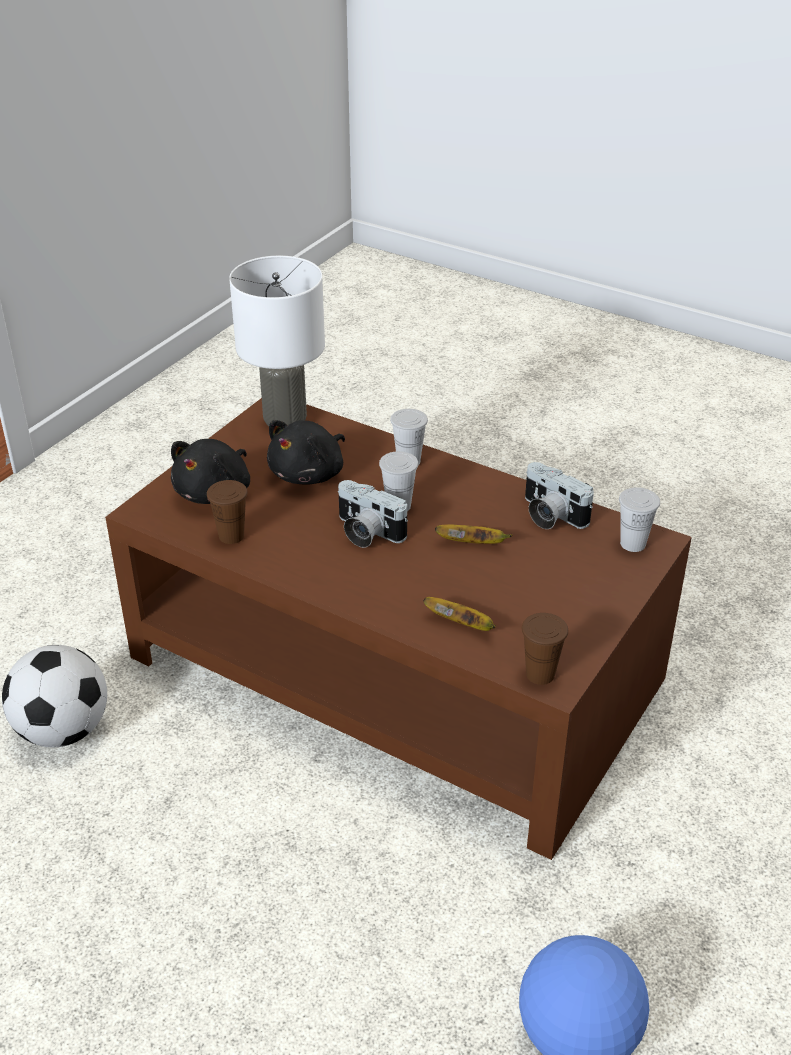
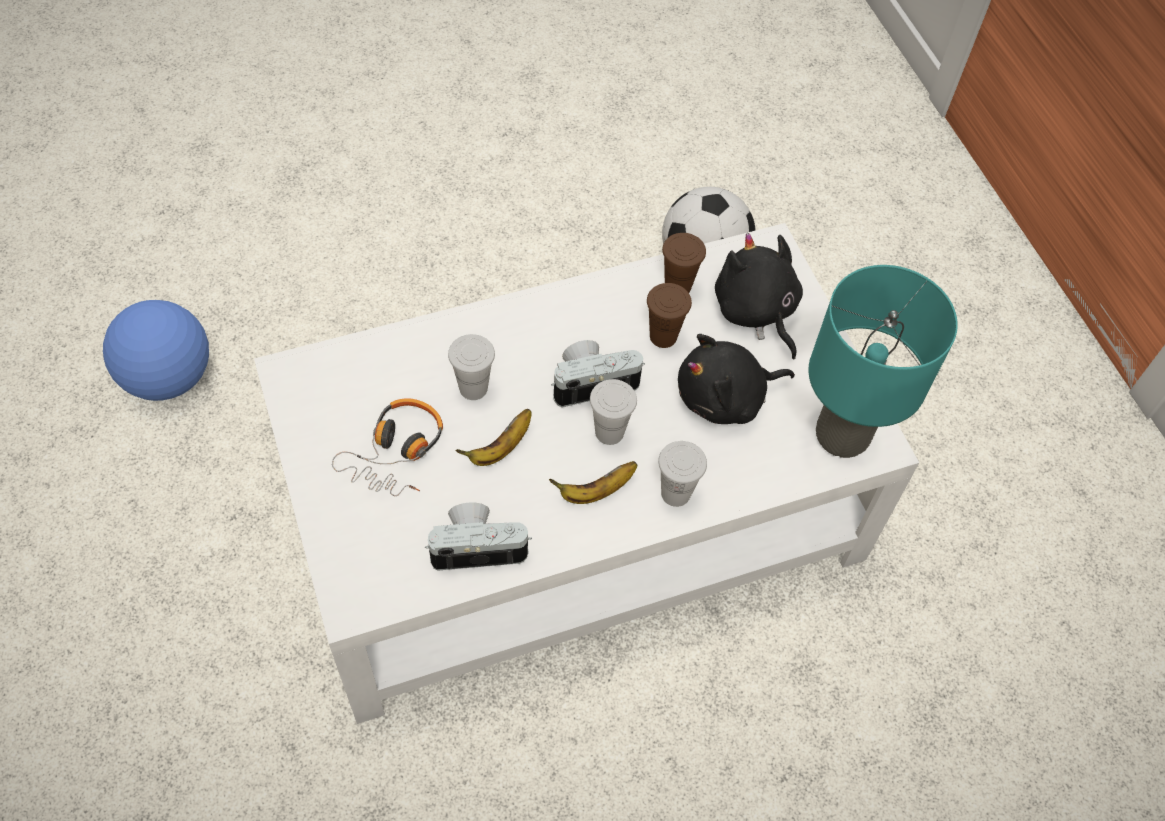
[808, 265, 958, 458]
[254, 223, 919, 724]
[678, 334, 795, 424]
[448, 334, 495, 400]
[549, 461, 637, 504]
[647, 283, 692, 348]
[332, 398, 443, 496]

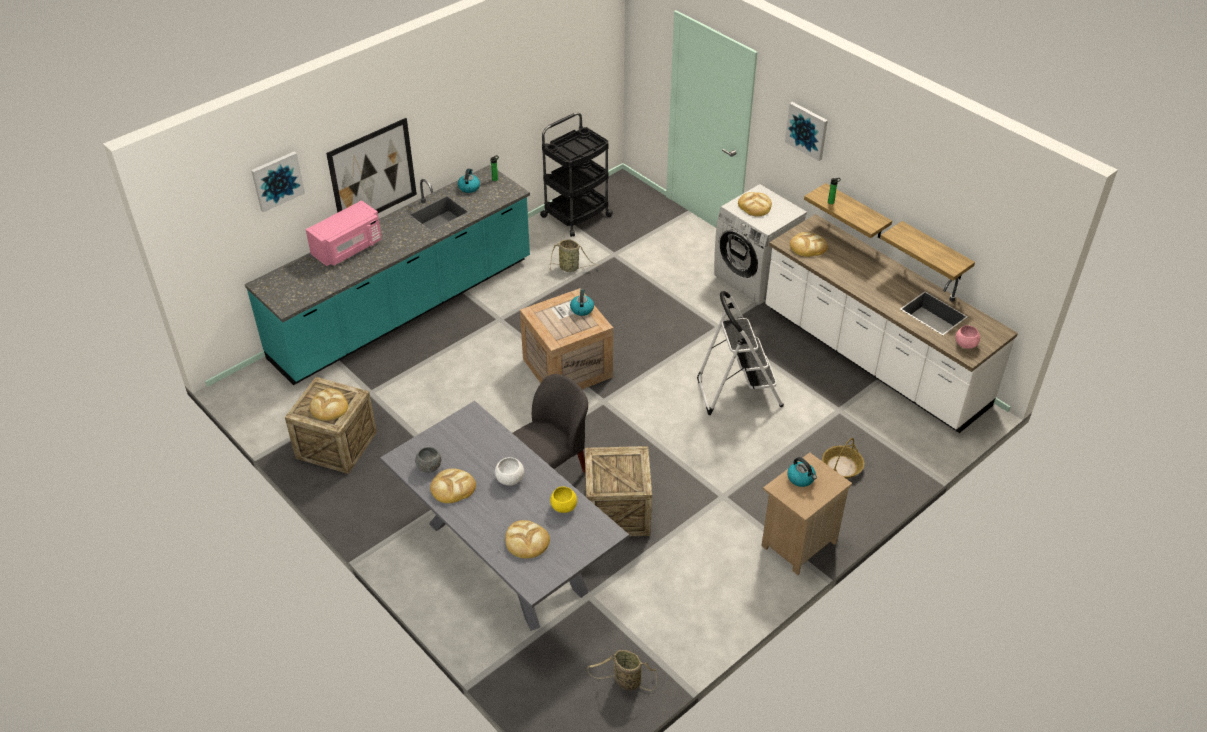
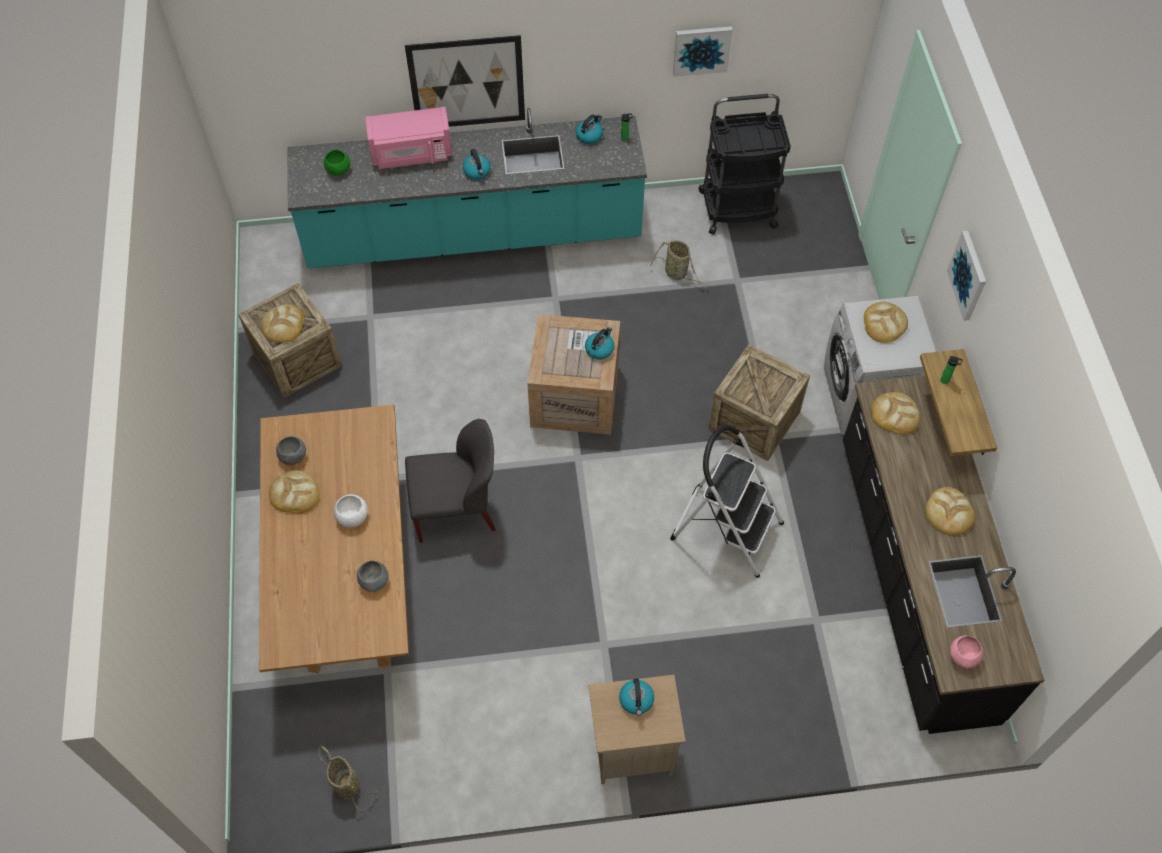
[673, 26, 733, 77]
[843, 376, 1045, 734]
[880, 221, 975, 281] (first image)
[259, 405, 409, 673]
[822, 438, 864, 479] (first image)
[708, 344, 810, 461]
[357, 561, 389, 592]
[925, 487, 975, 535]
[463, 149, 491, 180]
[324, 150, 350, 176]

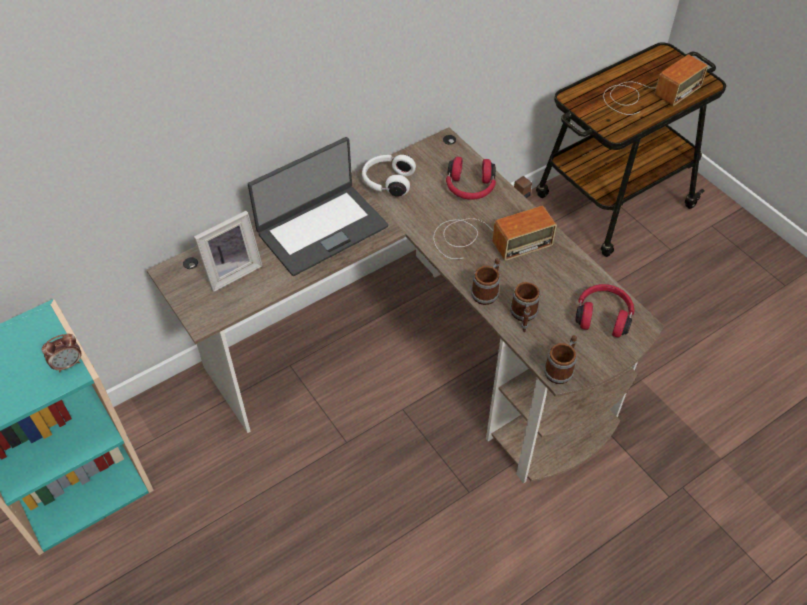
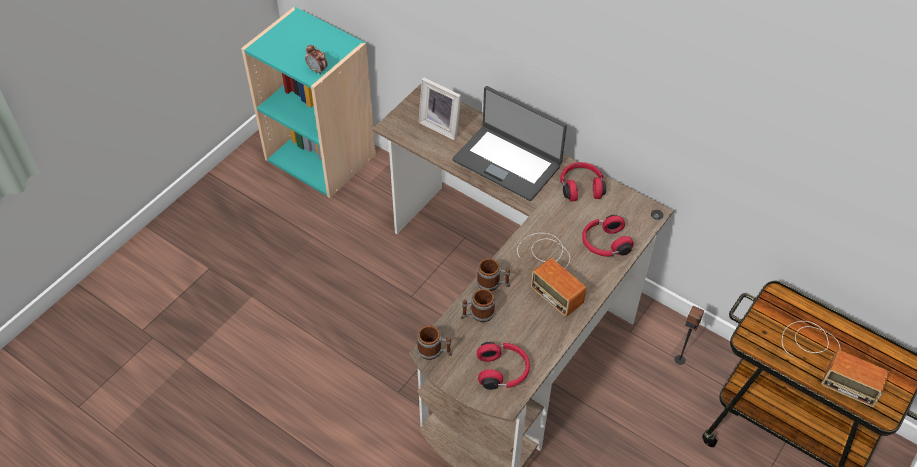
[560, 162, 606, 201]

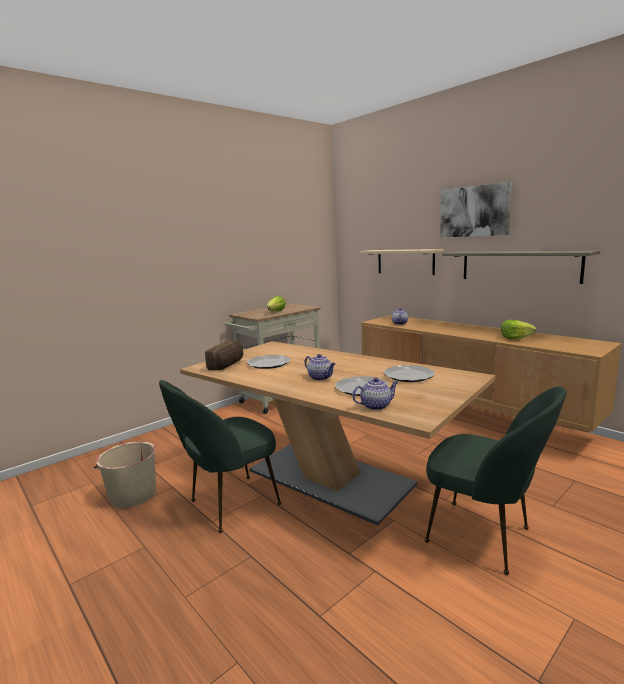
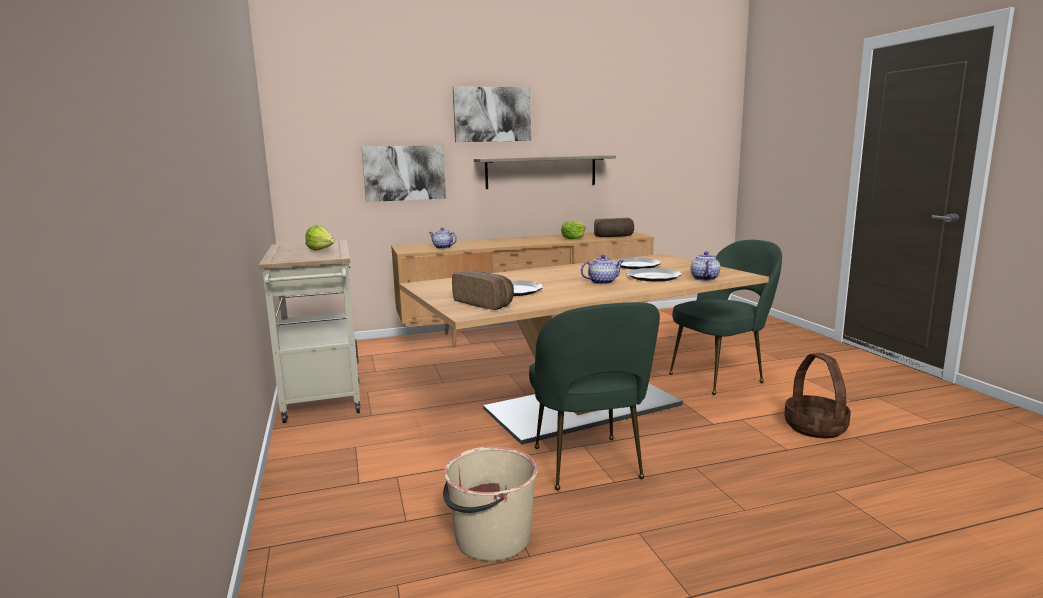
[362, 145, 446, 202]
[594, 218, 634, 237]
[784, 353, 851, 438]

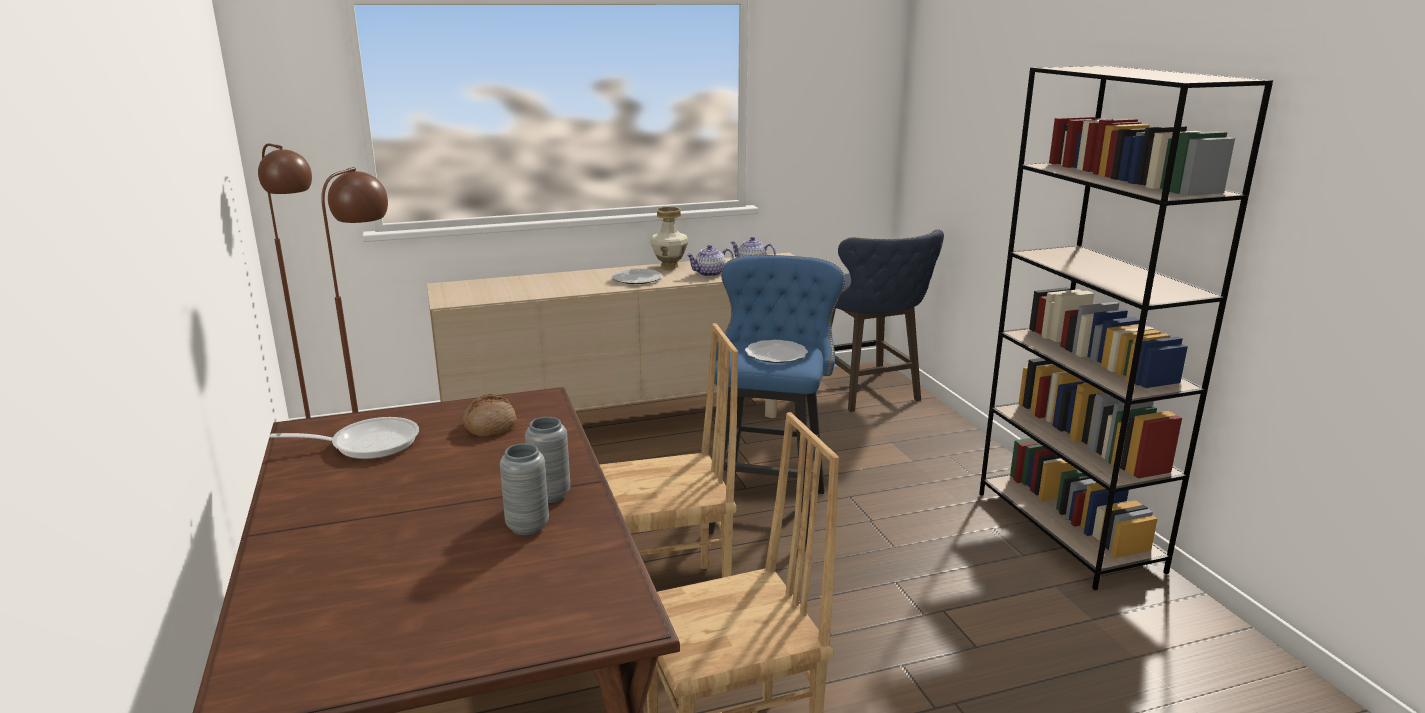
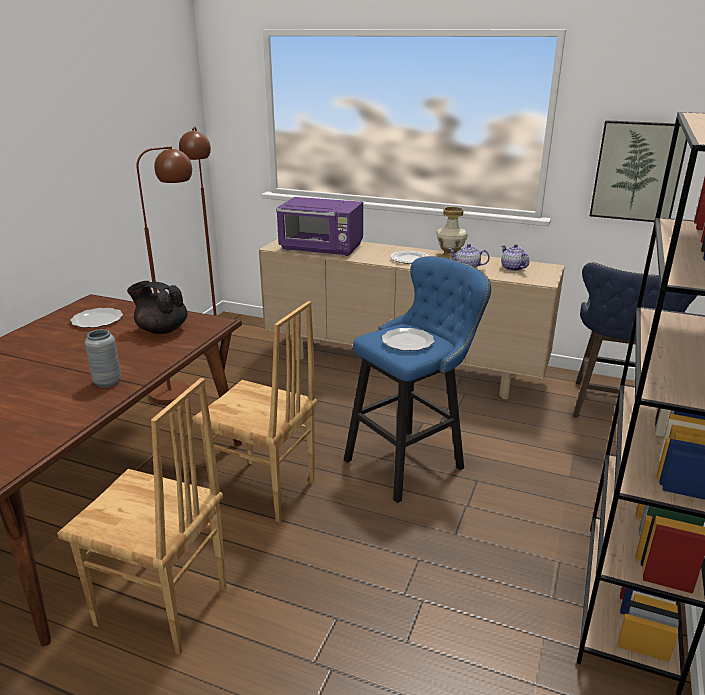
[127, 281, 187, 334]
[70, 308, 123, 328]
[500, 443, 549, 535] (first image)
[590, 120, 688, 222]
[276, 197, 363, 256]

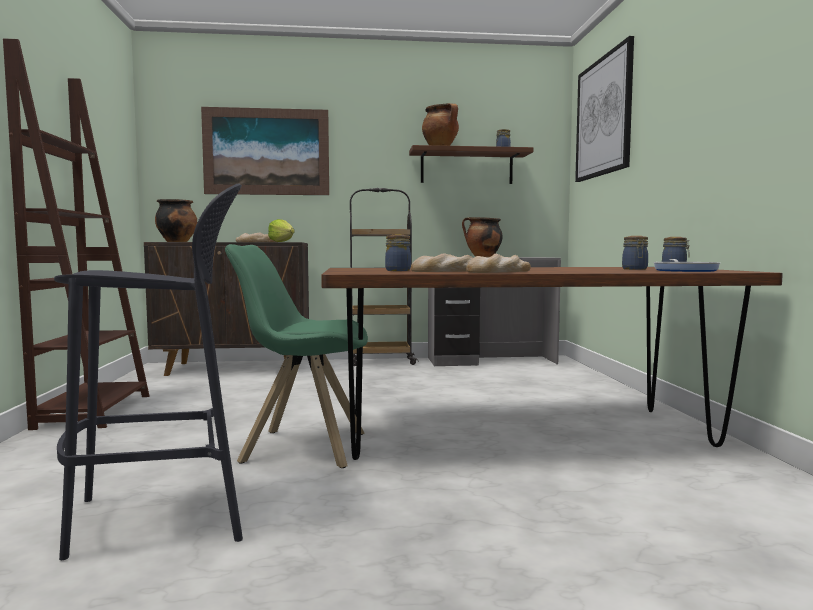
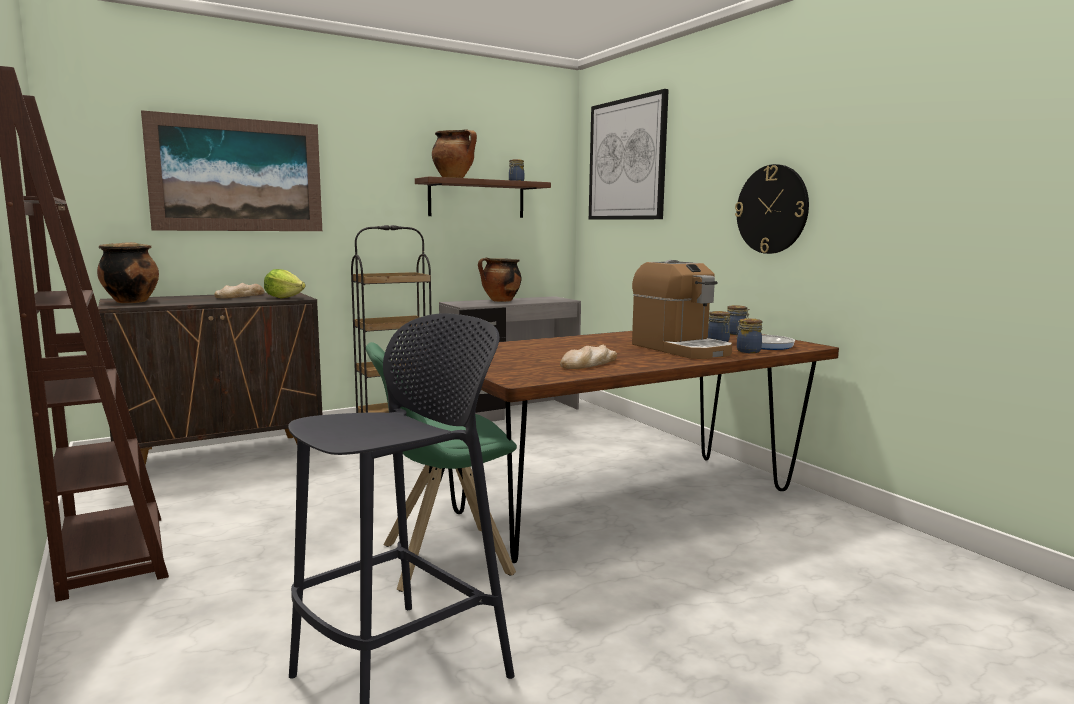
[736, 318, 762, 353]
[466, 254, 531, 273] (first image)
[735, 164, 809, 254]
[632, 260, 732, 359]

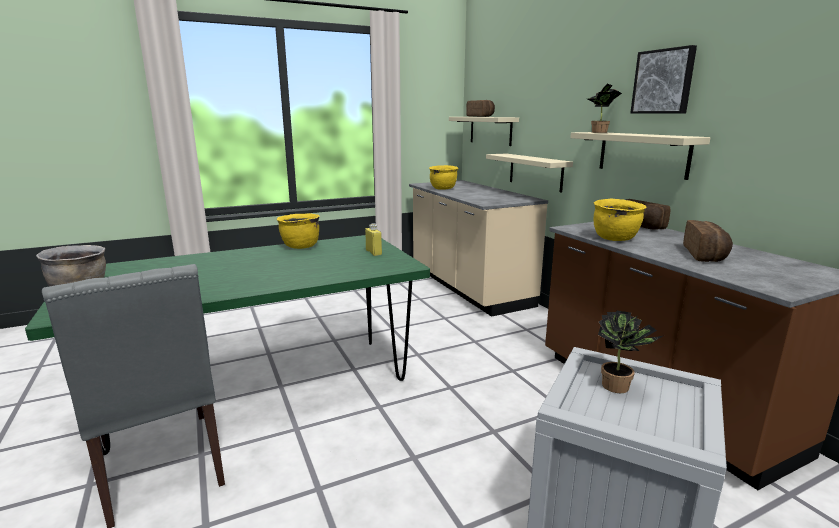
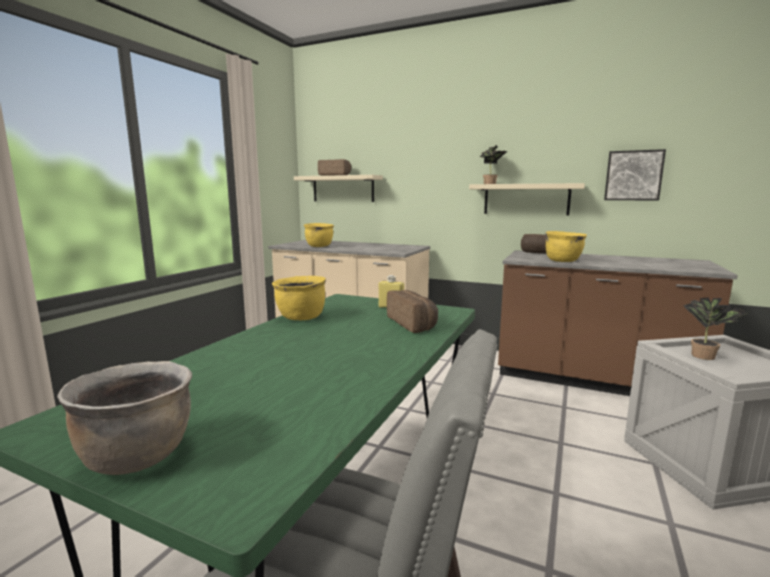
[604, 149, 666, 200]
[486, 154, 573, 193] (first image)
[387, 290, 438, 333]

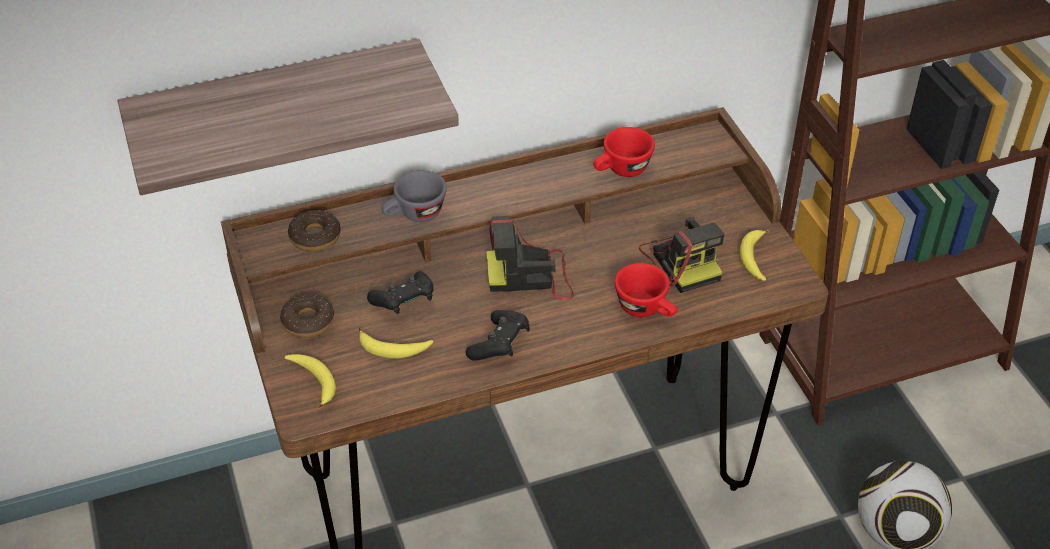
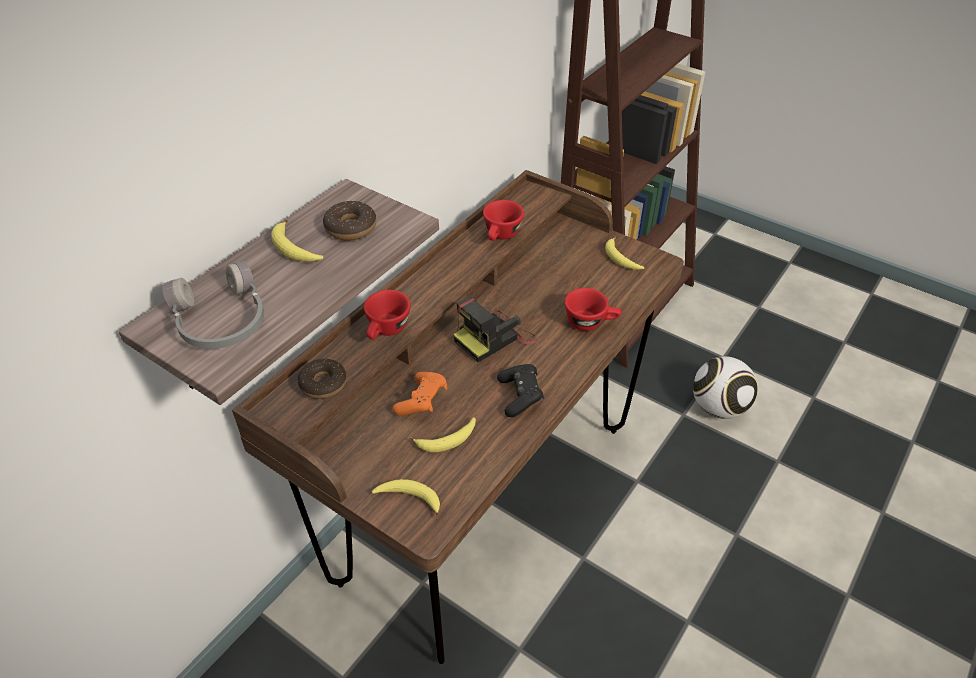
[364, 290, 411, 339]
[639, 216, 724, 293] (first image)
[393, 372, 447, 416]
[323, 201, 376, 241]
[271, 219, 323, 261]
[163, 261, 264, 349]

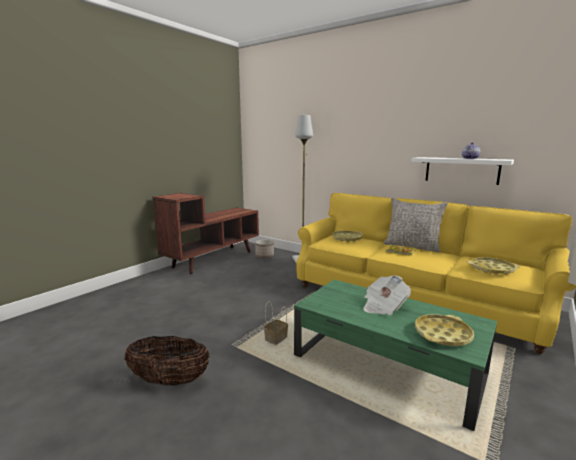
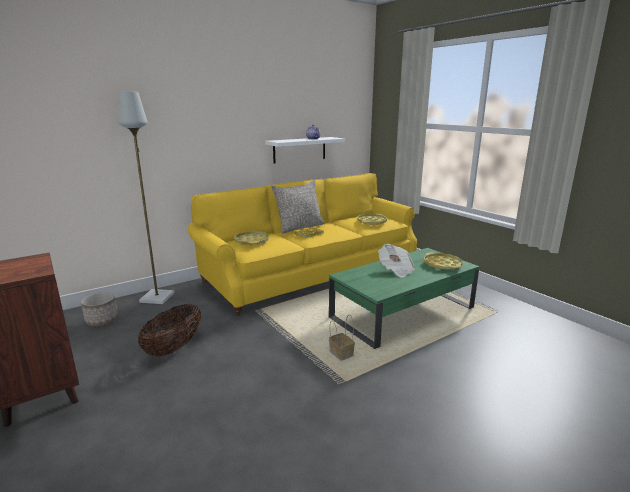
[138, 304, 201, 357]

